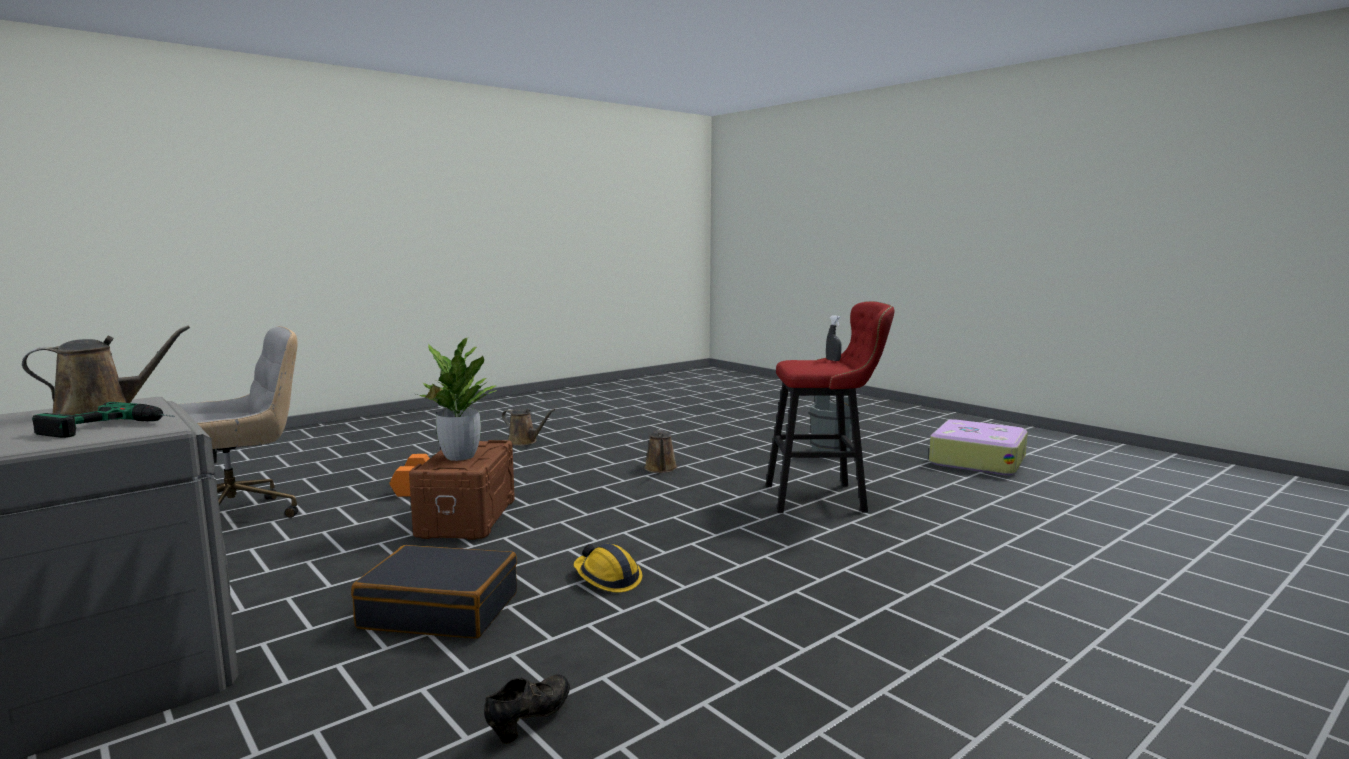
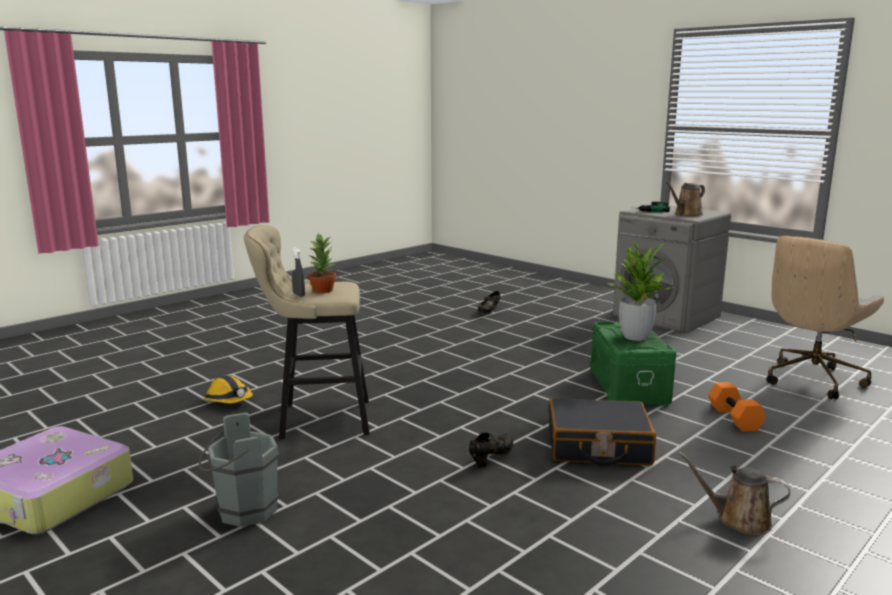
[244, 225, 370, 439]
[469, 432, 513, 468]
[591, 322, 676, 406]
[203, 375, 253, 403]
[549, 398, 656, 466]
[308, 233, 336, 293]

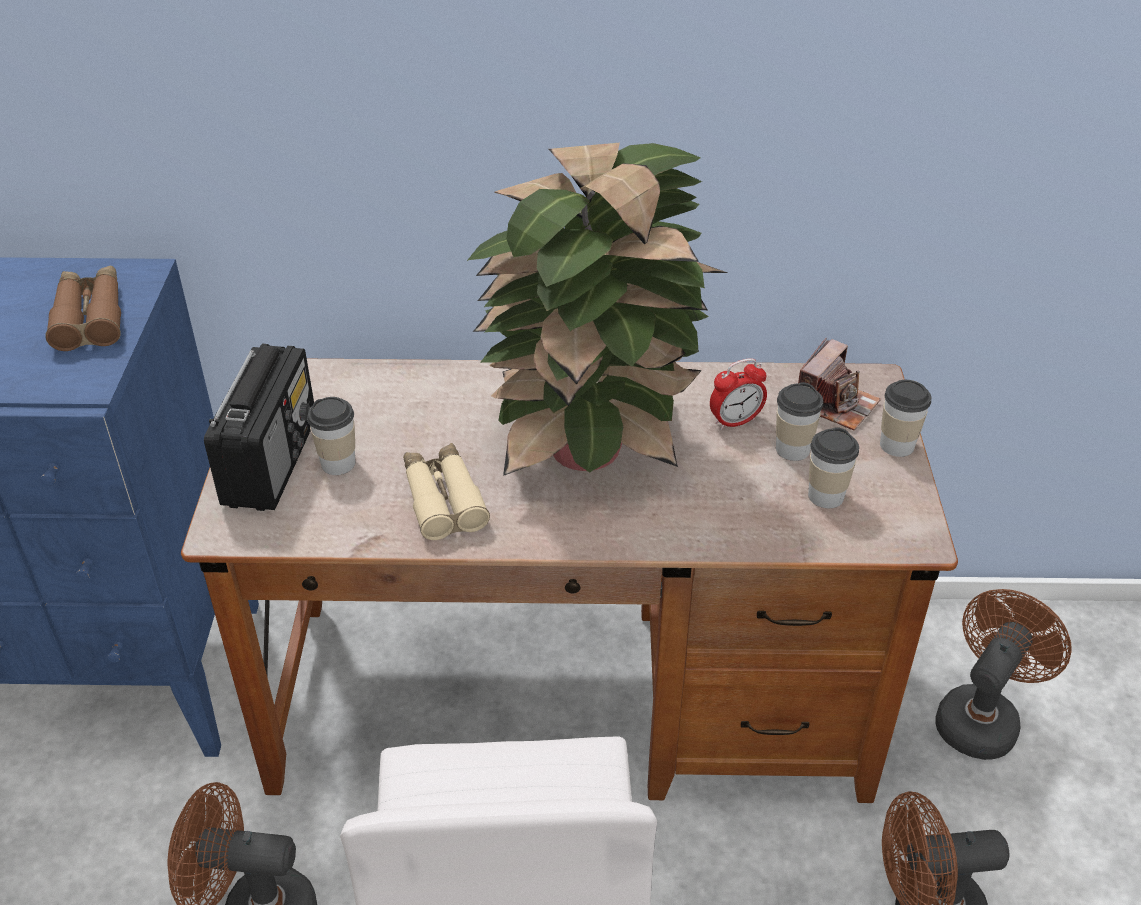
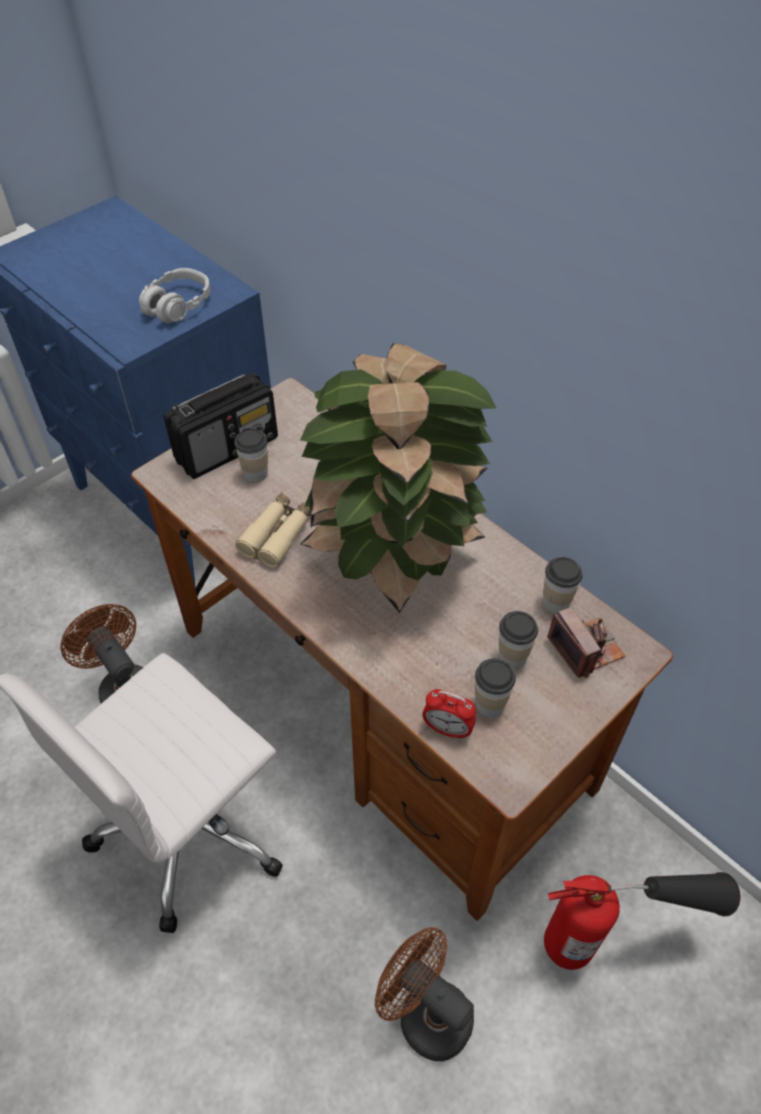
[139, 268, 210, 324]
[547, 607, 625, 678]
[422, 689, 476, 740]
[543, 557, 583, 614]
[544, 872, 740, 970]

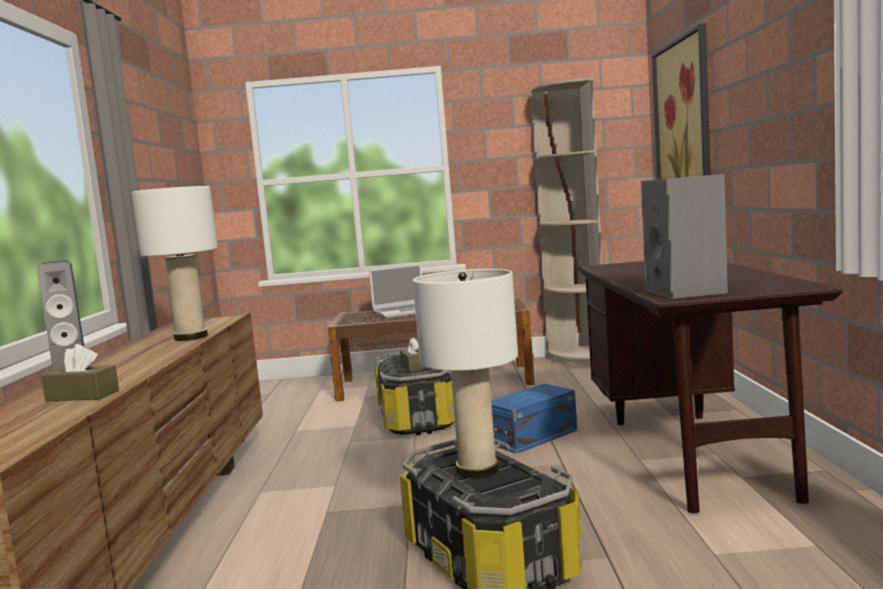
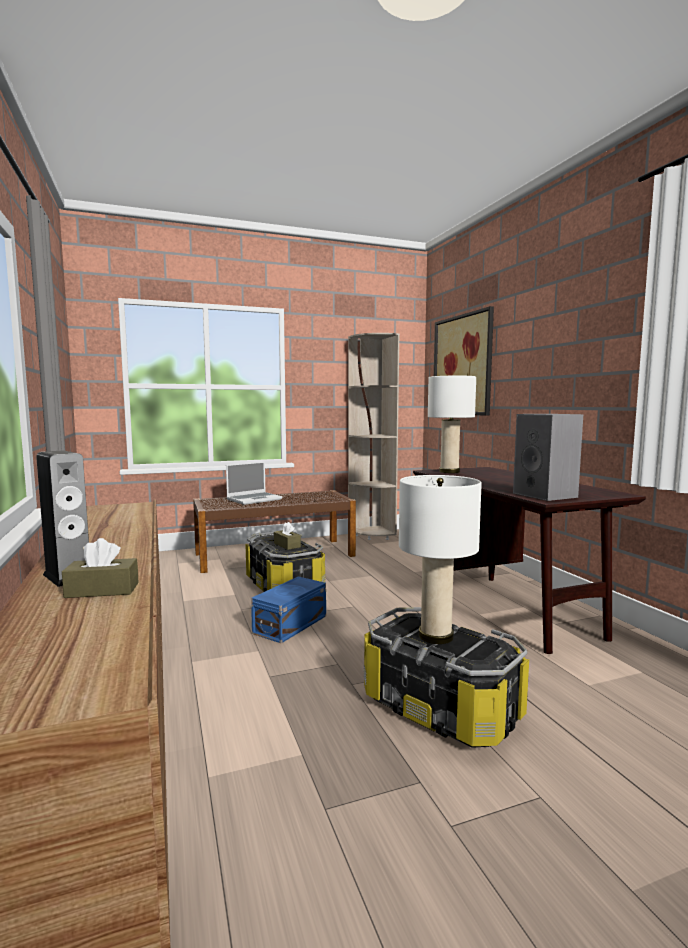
[428, 375, 476, 473]
[251, 576, 326, 643]

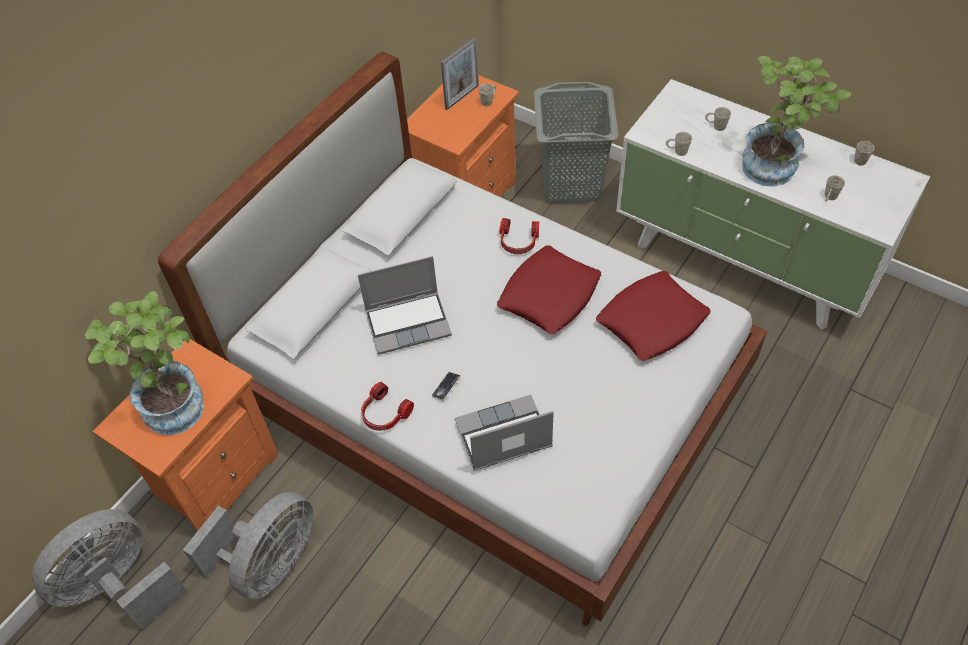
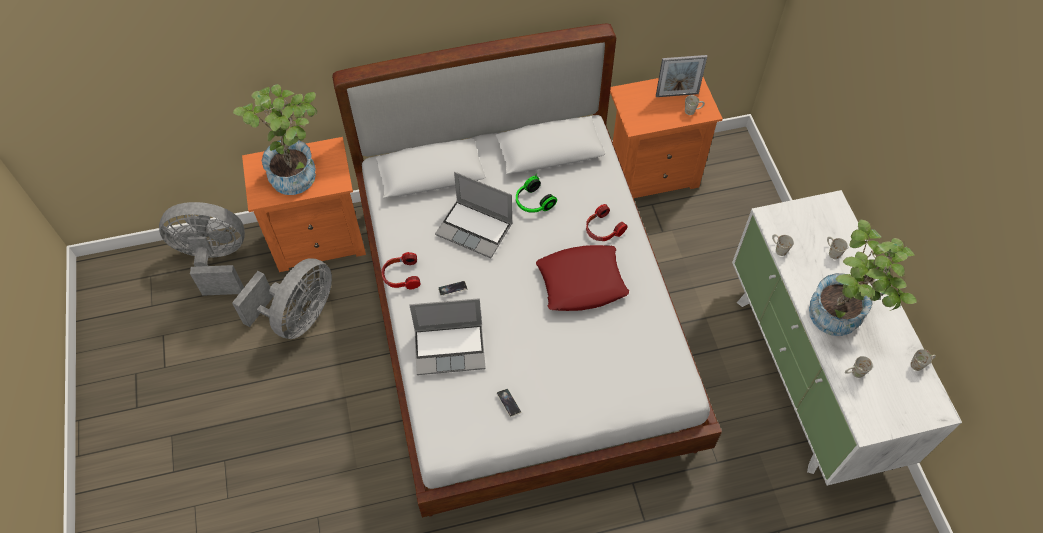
[534, 82, 619, 203] (first image)
[596, 271, 711, 361] (first image)
[409, 298, 486, 375]
[232, 259, 332, 339]
[516, 173, 557, 213]
[496, 389, 521, 417]

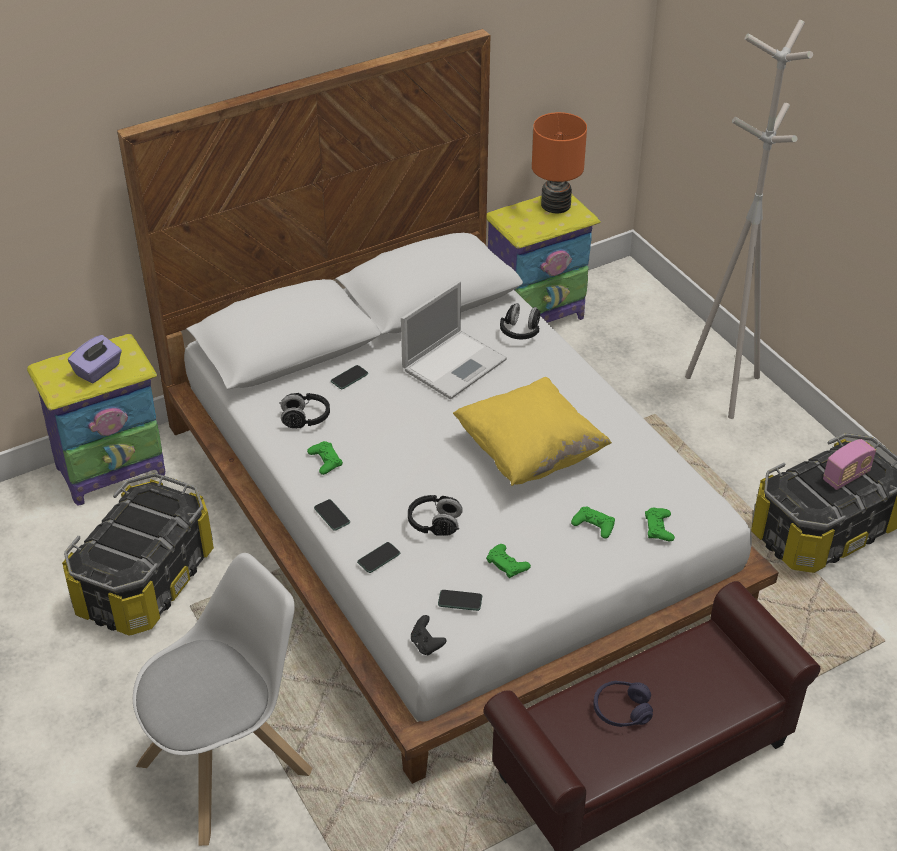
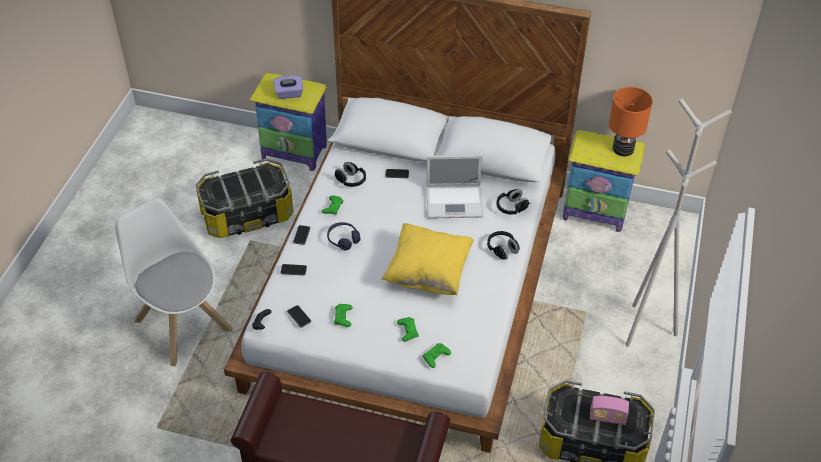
[487, 231, 520, 260]
[115, 198, 233, 367]
[327, 222, 361, 250]

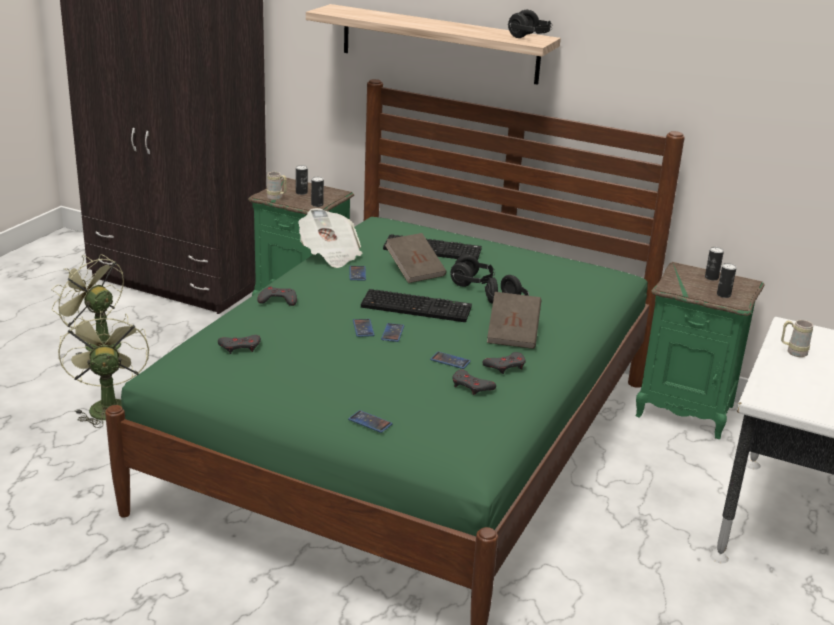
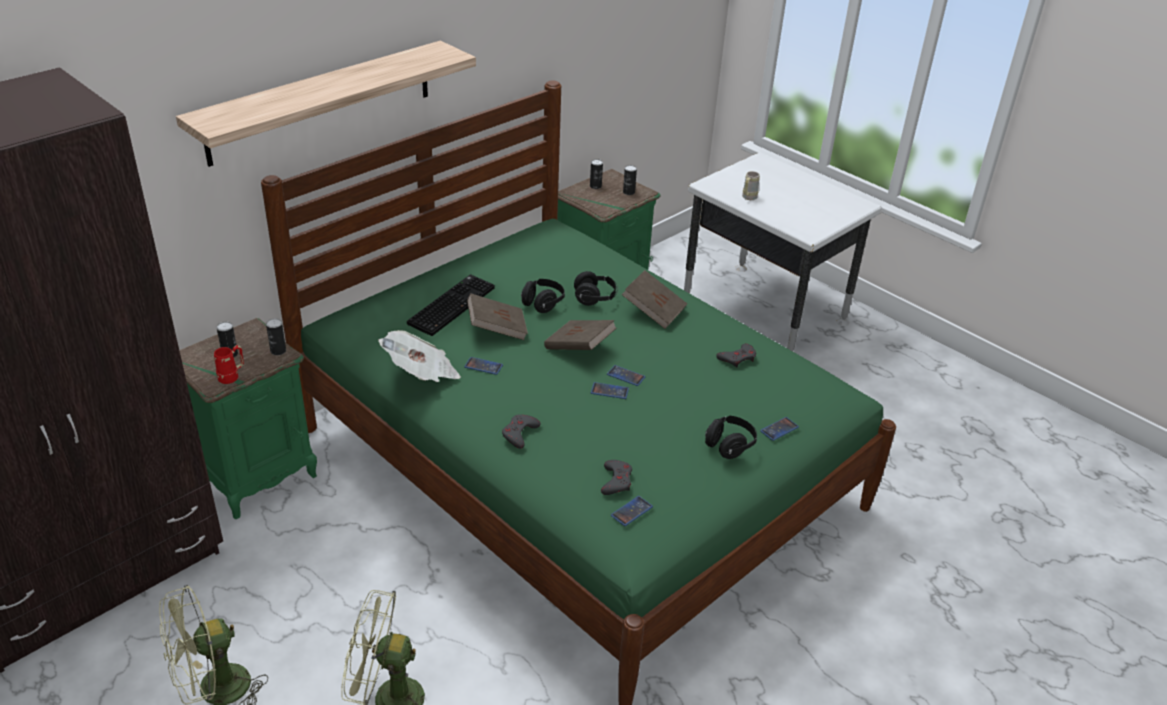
[705, 416, 757, 459]
[214, 345, 244, 384]
[544, 320, 617, 350]
[611, 496, 653, 526]
[482, 352, 525, 374] (first image)

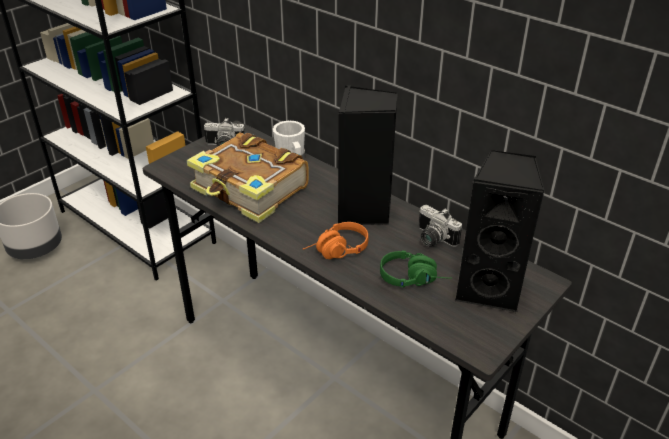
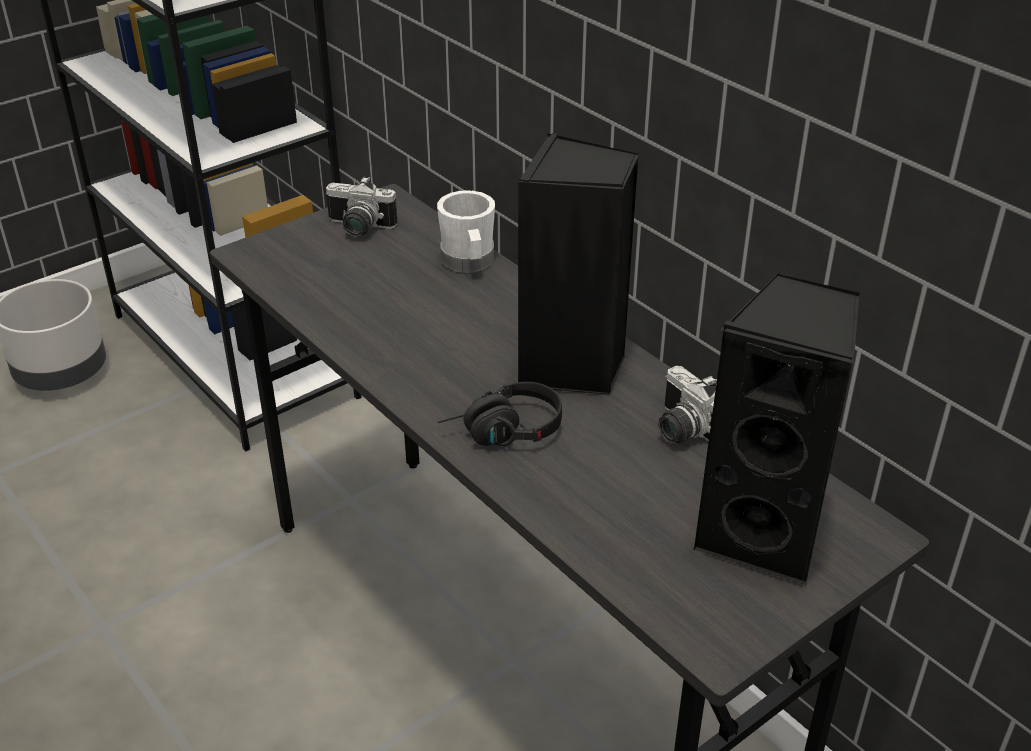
[187, 132, 309, 223] (first image)
[438, 382, 562, 446]
[380, 251, 452, 287] (first image)

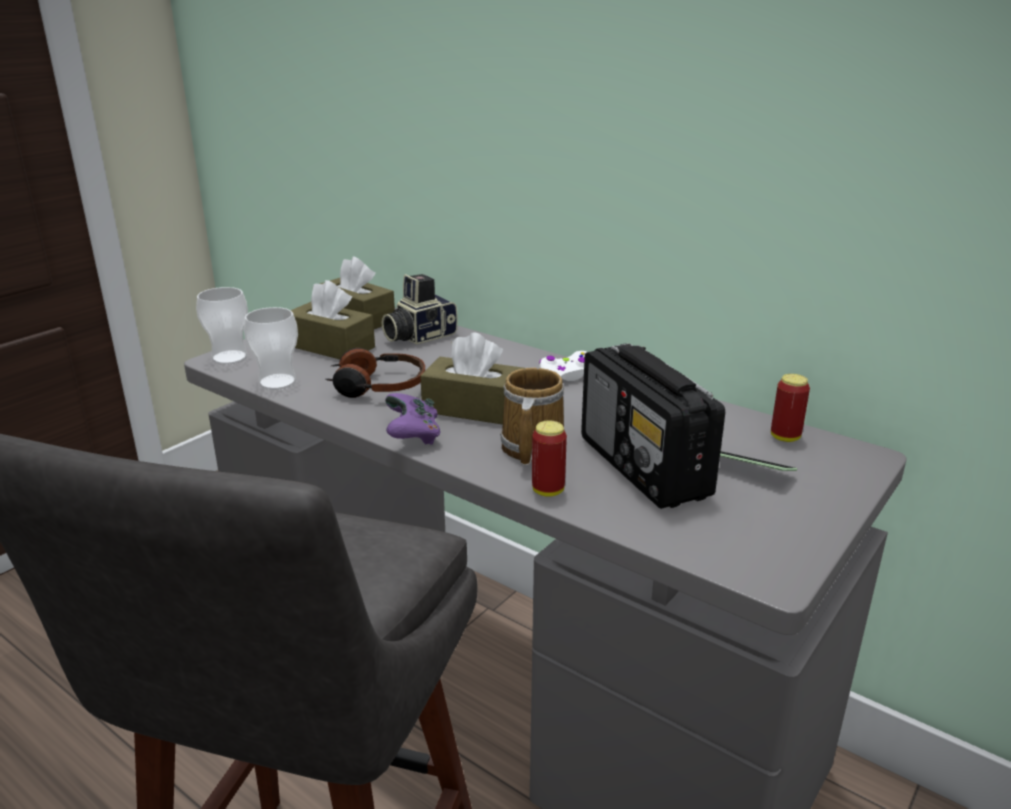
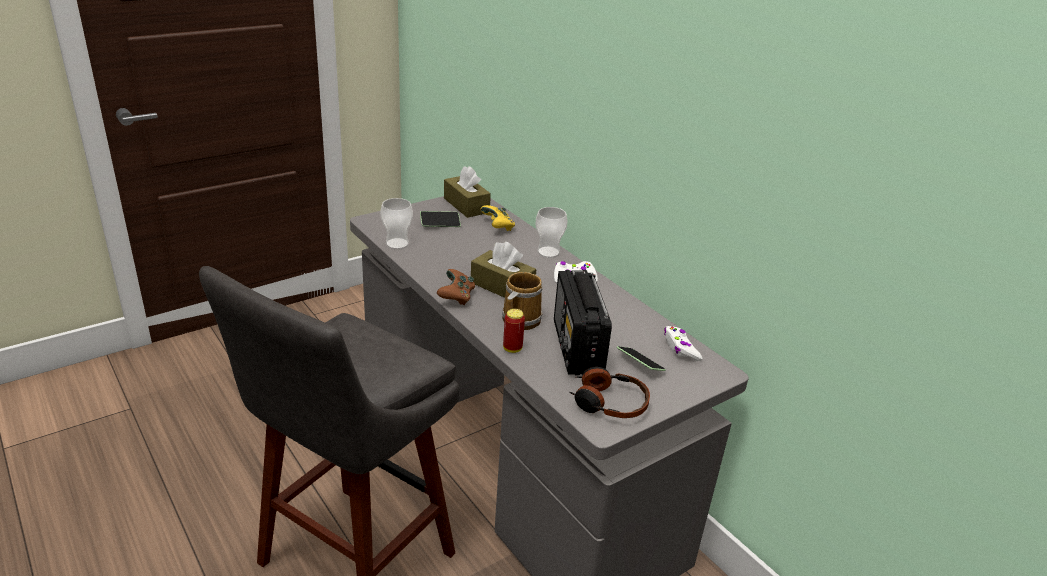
[480, 205, 515, 231]
[420, 211, 461, 227]
[536, 207, 567, 258]
[569, 367, 650, 418]
[664, 326, 702, 361]
[437, 269, 475, 305]

